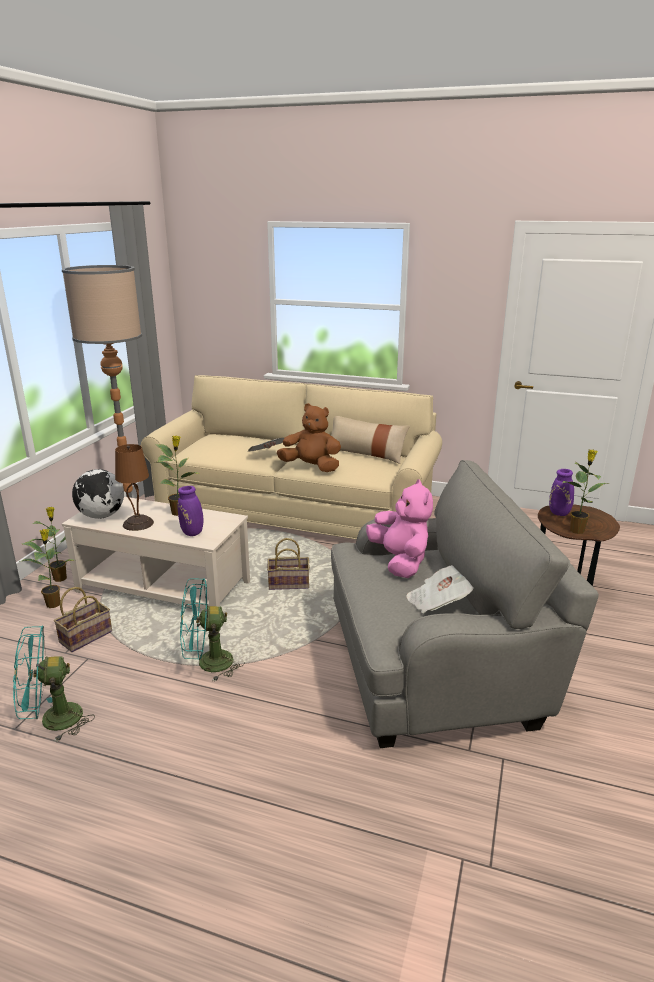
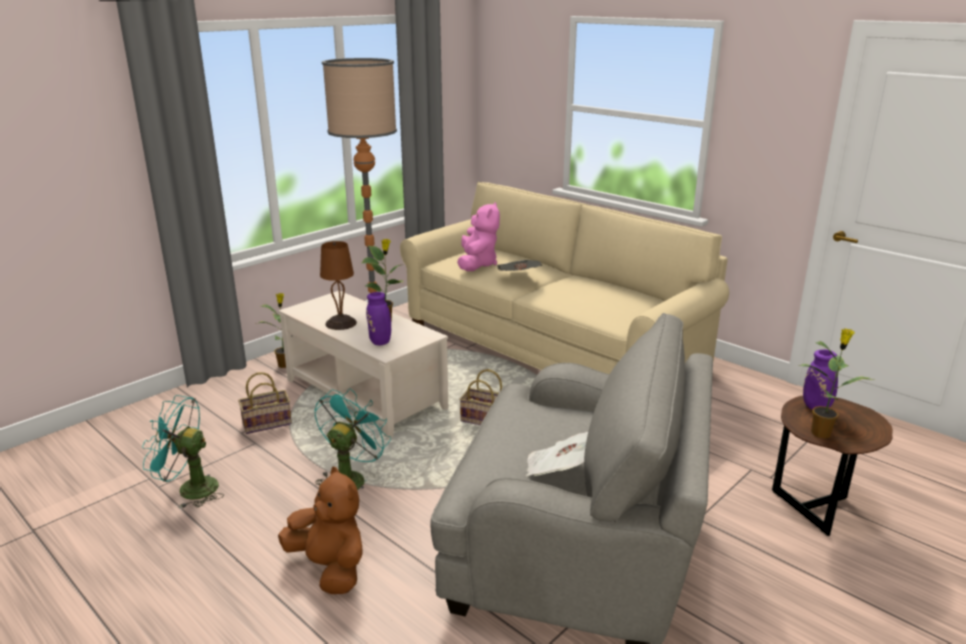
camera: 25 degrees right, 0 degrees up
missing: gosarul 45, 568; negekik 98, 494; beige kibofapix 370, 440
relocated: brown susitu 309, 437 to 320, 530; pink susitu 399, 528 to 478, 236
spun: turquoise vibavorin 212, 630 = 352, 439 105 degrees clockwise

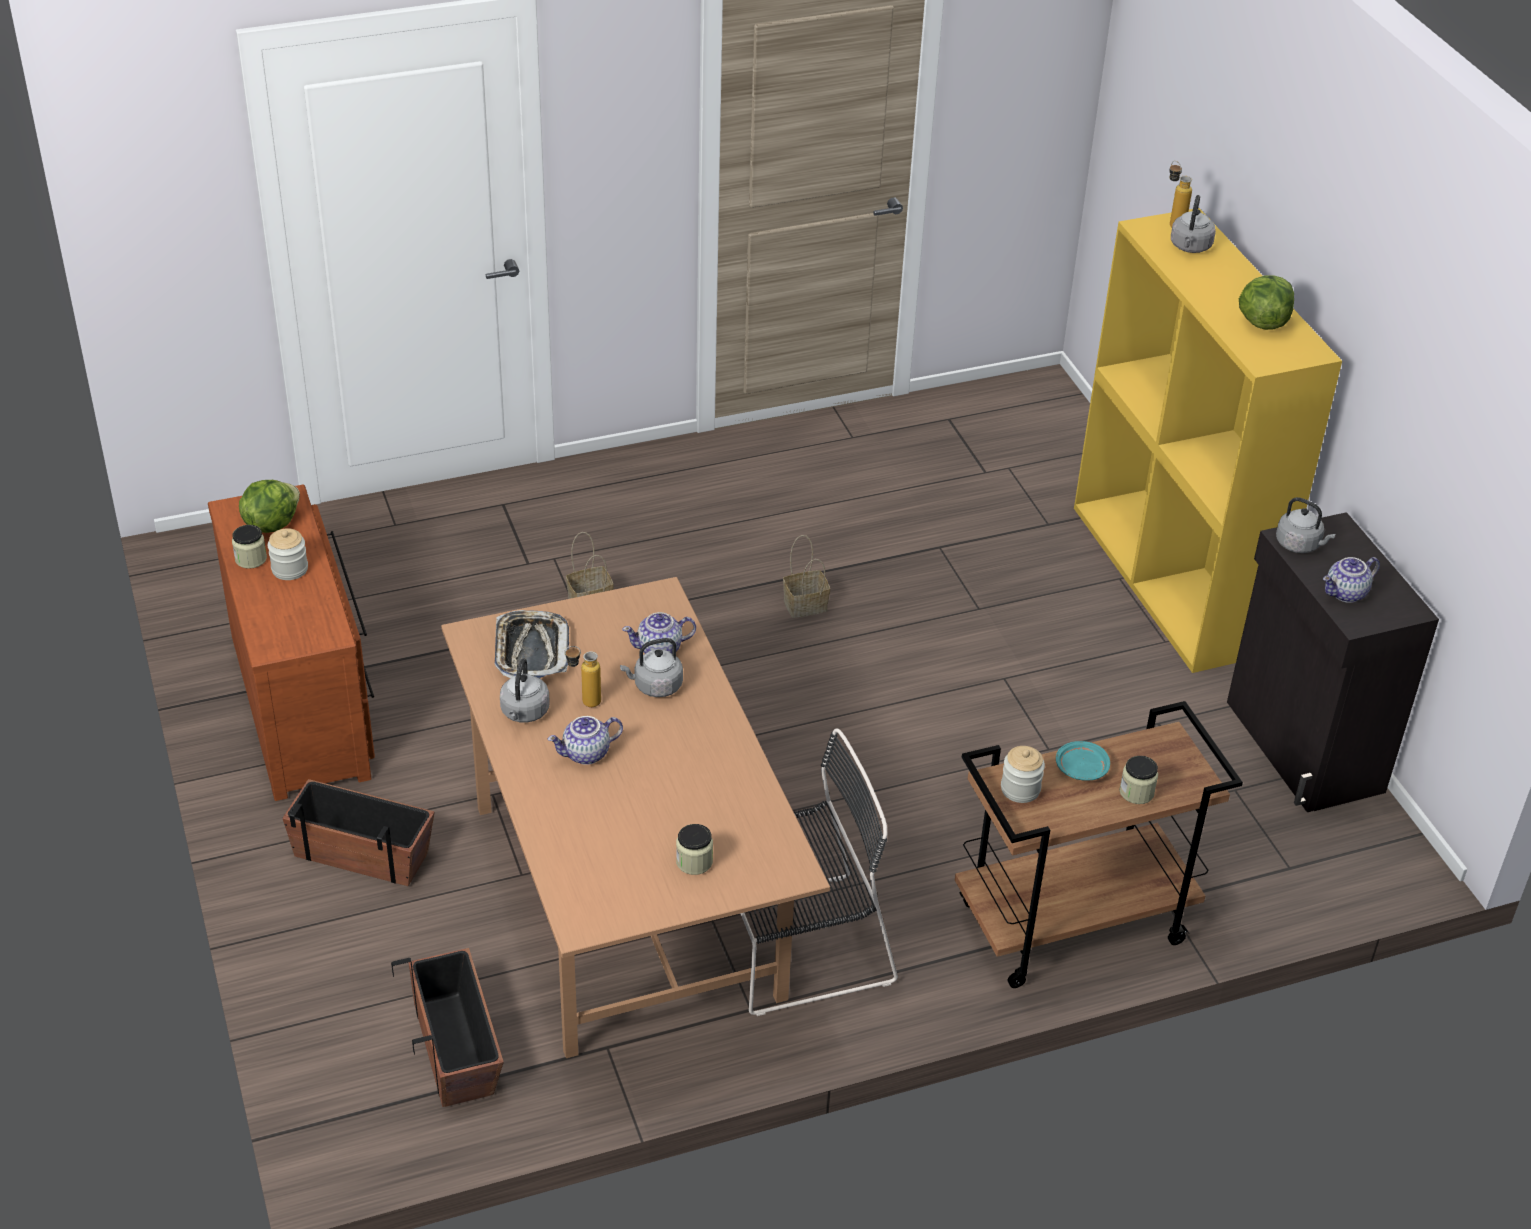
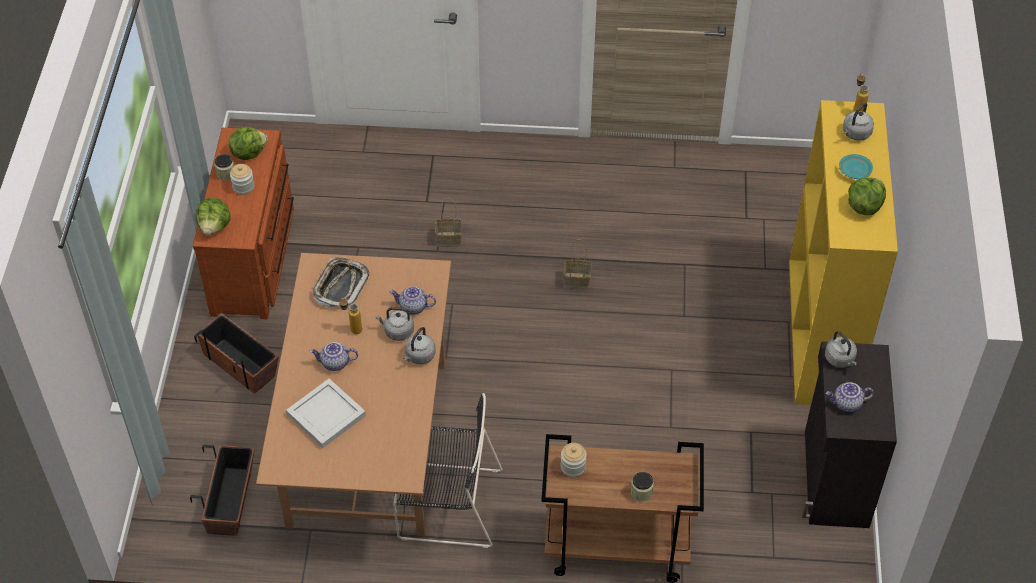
camera: 25 degrees right, 10 degrees up
missing: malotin 694, 849
appeared: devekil 213, 216; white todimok 326, 413
relocated: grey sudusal 525, 690 to 419, 345; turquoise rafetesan 1083, 761 to 856, 166

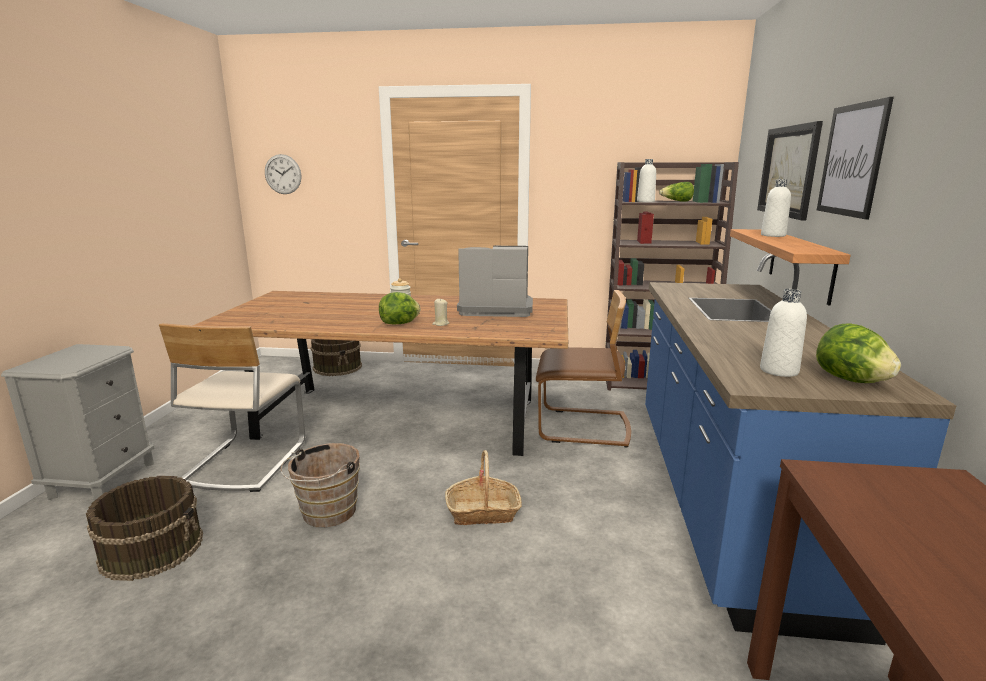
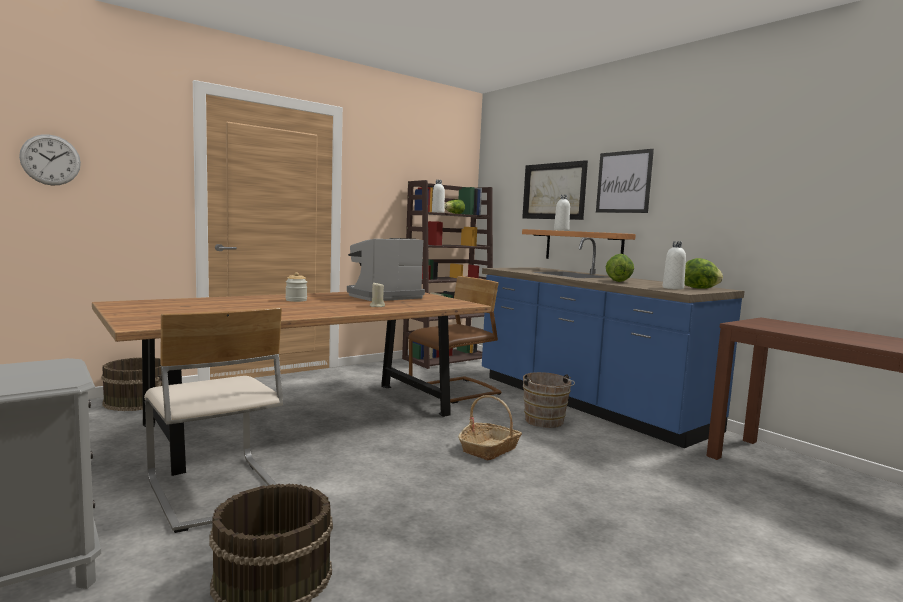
camera: 45 degrees left, 10 degrees down
relocated: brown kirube 320, 485 to 549, 400; devekil 399, 308 to 620, 268

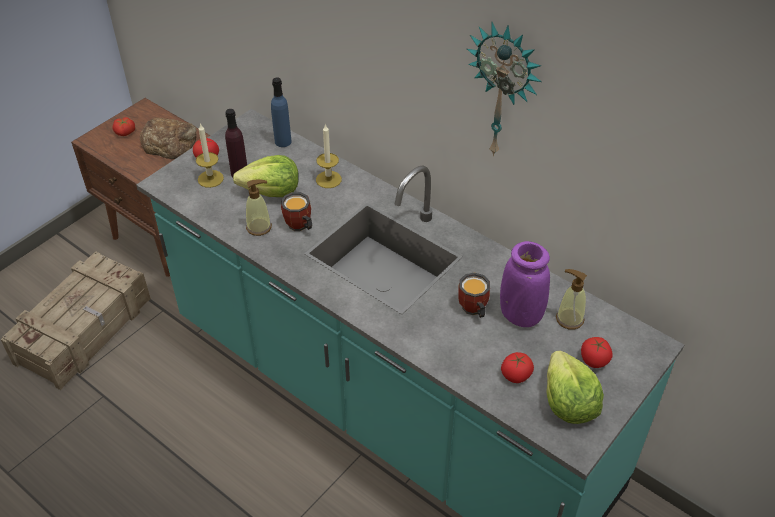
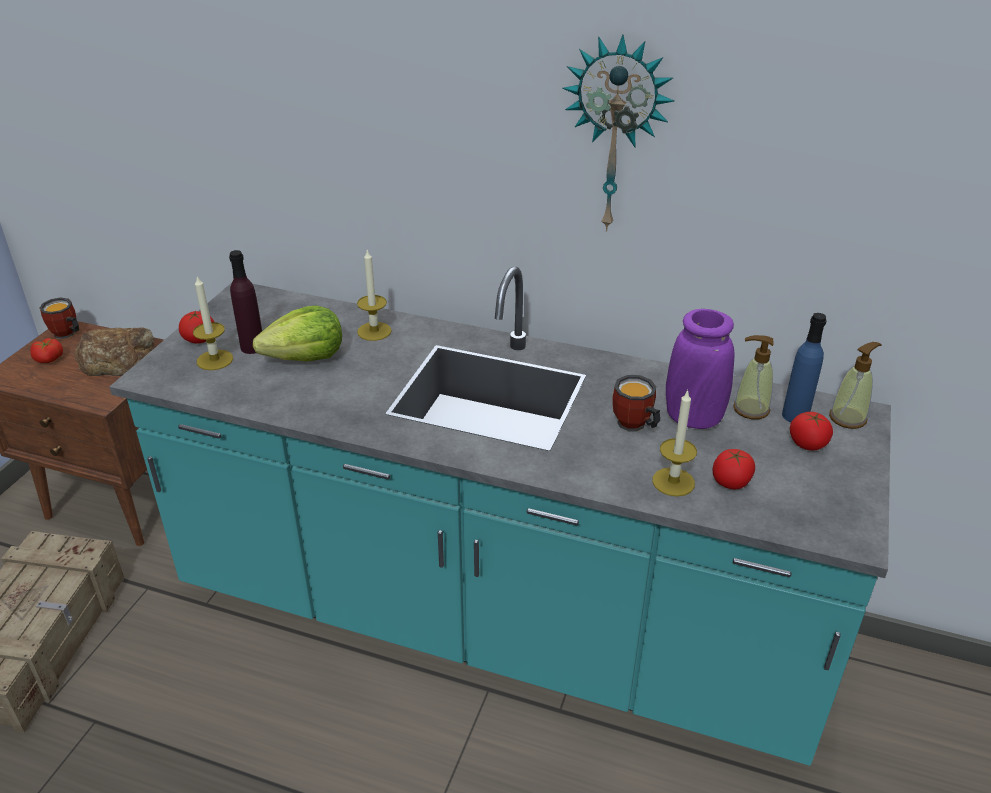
camera: 20 degrees left, 10 degrees down
missing: devekil 575, 387
appeared: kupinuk 674, 443
relocated: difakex 259, 207 to 855, 385; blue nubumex 281, 112 to 804, 367; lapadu 296, 211 to 59, 318

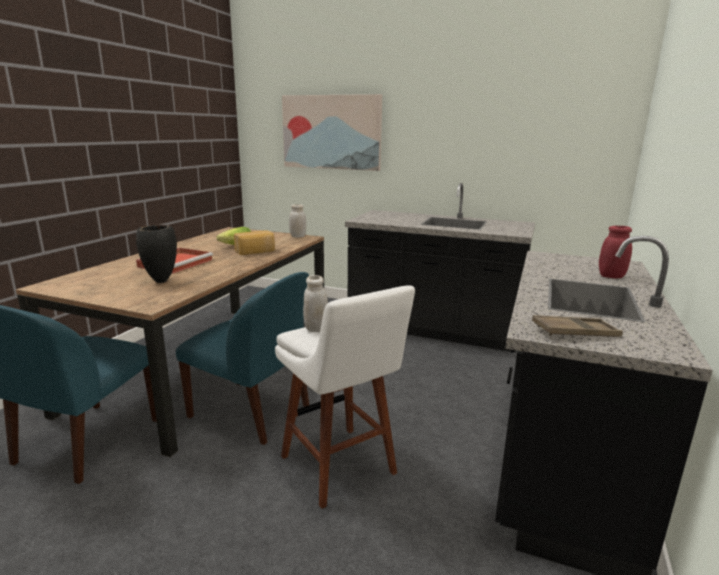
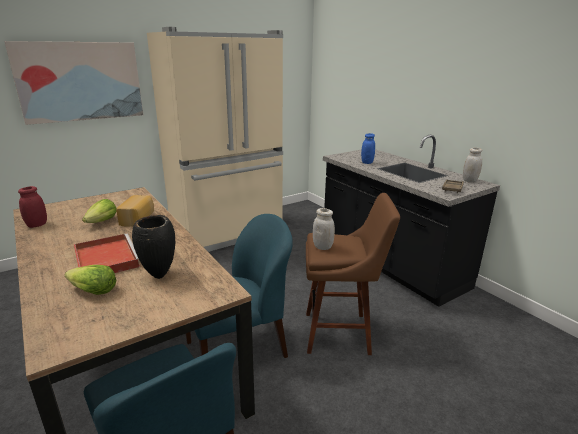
camera: 55 degrees left, 5 degrees up
appeared: devekil 91, 280; blue malotin 368, 148
relocated: white malotin 297, 221 to 472, 165; red malotin 615, 252 to 32, 207
exchanged: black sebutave 440, 267 to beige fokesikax 215, 139
colour: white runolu 345, 397 to brown runolu 353, 274

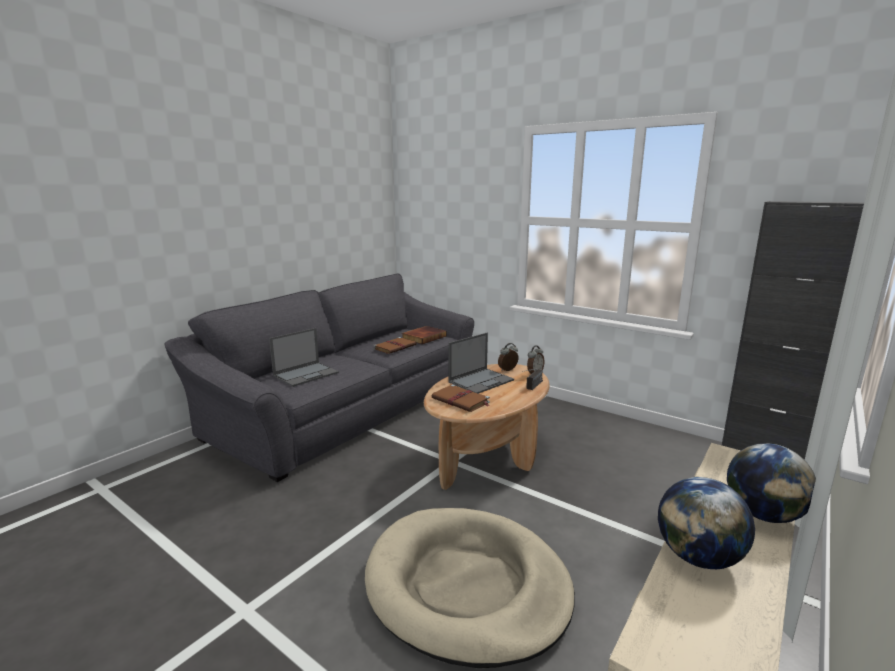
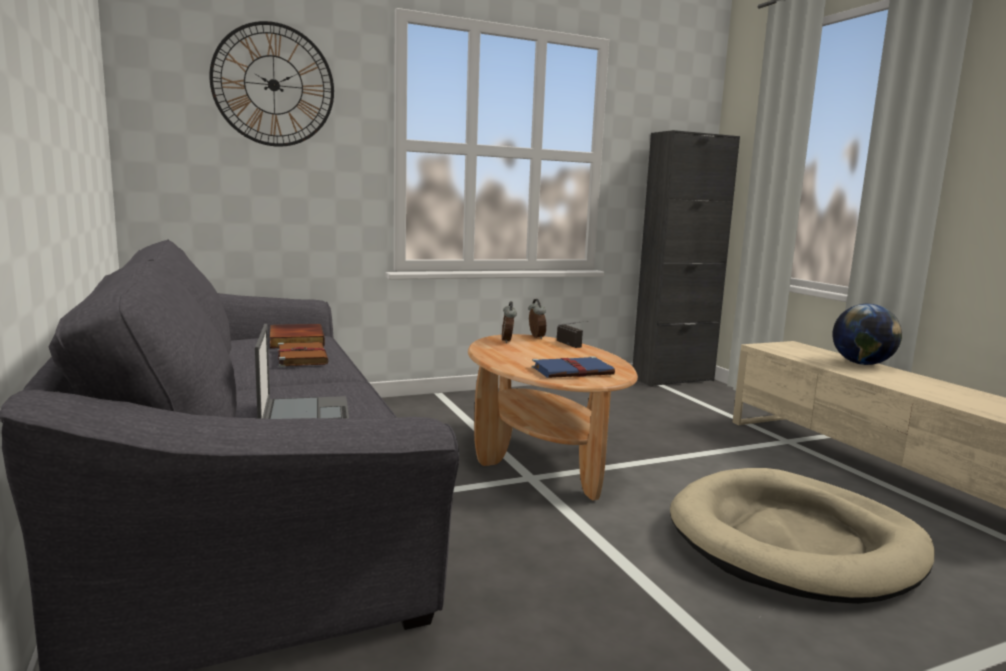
camera: 60 degrees left, 5 degrees down
missing: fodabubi 481, 363; negekik 706, 523
appeared: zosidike 271, 84
colour: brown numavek 461, 398 to blue numavek 573, 367

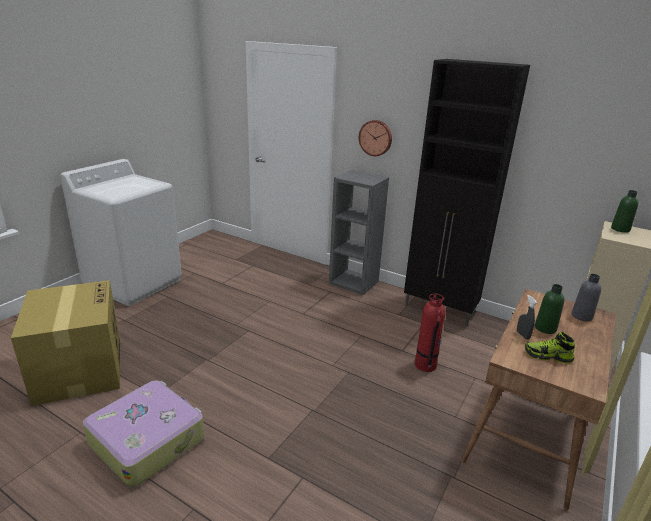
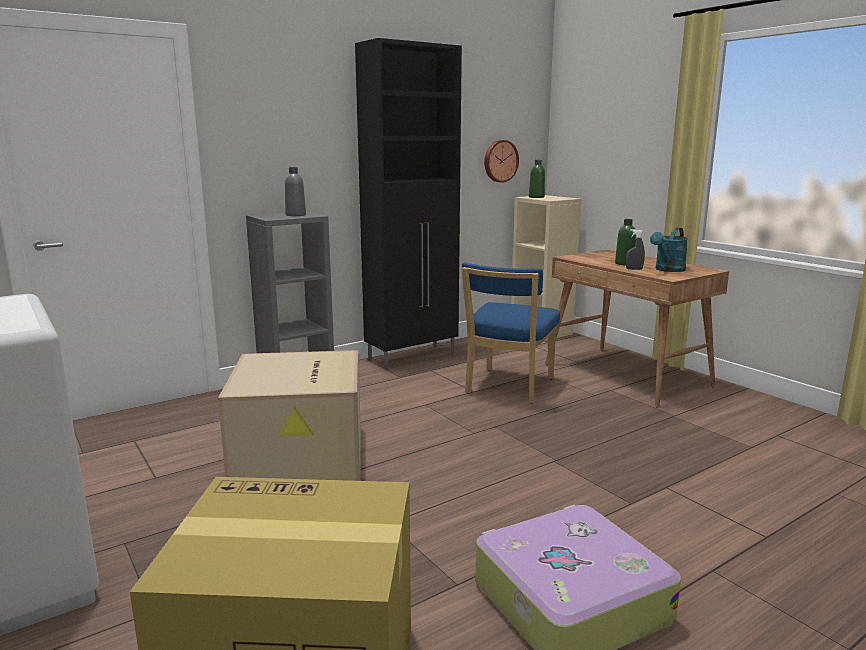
camera: 65 degrees left, 10 degrees down
appeared: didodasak 289, 415
relocated: zosidike 375, 138 to 501, 161; grey nubumex 586, 297 to 295, 191
exchanged: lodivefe 430, 332 to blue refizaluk 510, 333; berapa 550, 348 to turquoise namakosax 669, 249

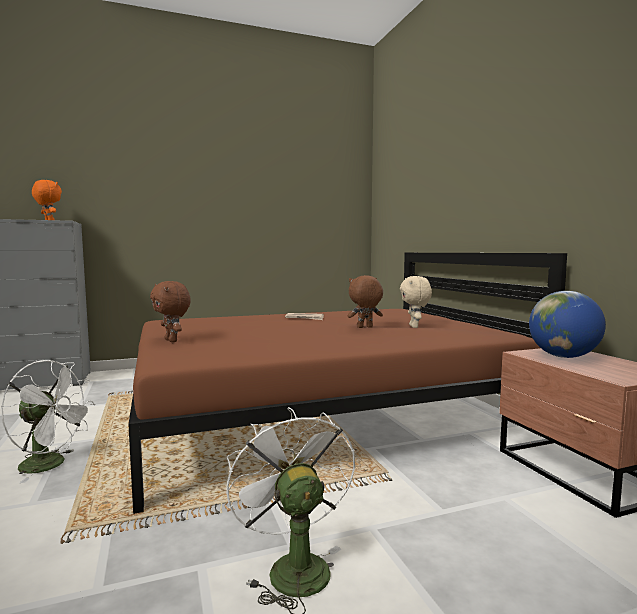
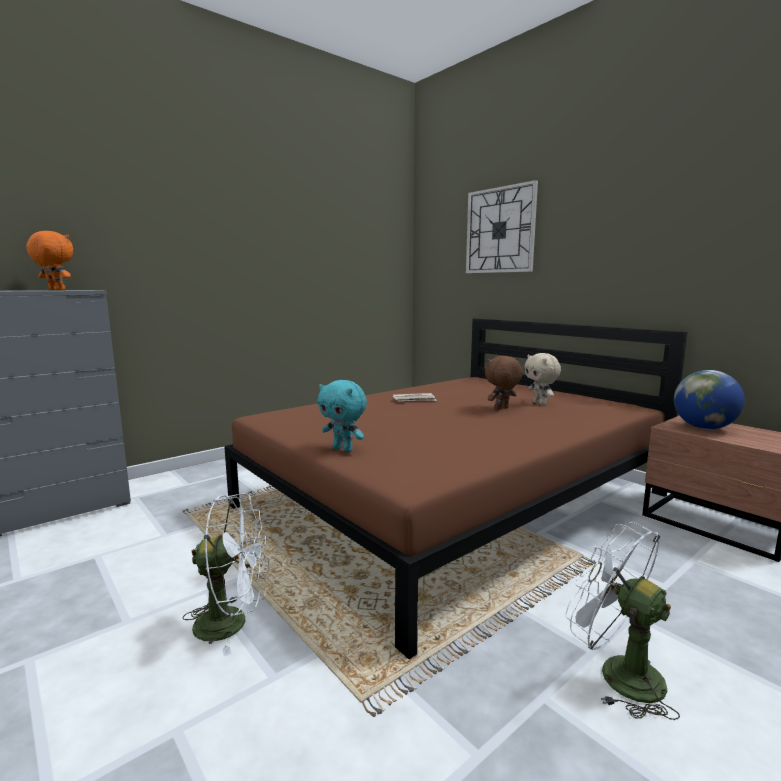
camera: 20 degrees left, 5 degrees up
appeared: zosidike 502, 226
colour: brown susitu 170, 311 to turquoise susitu 342, 416

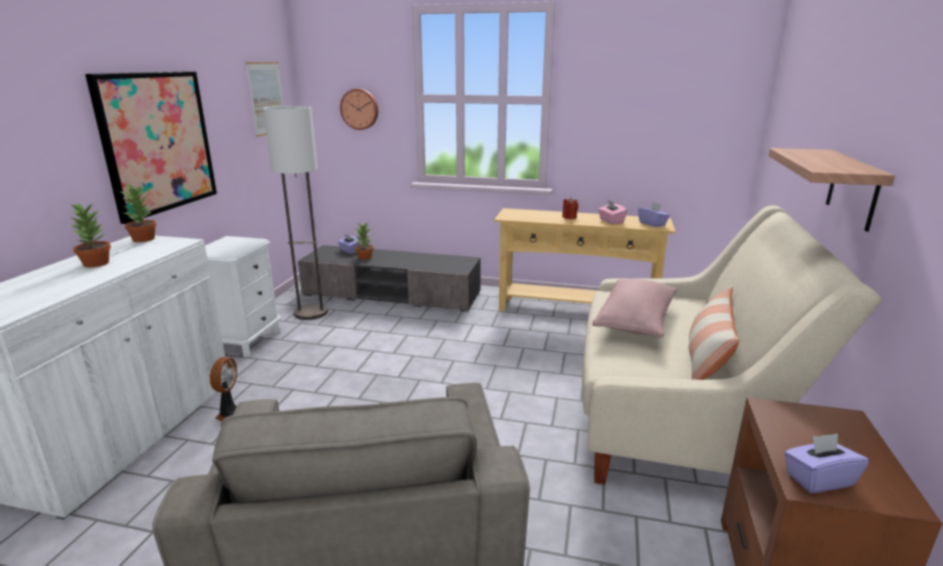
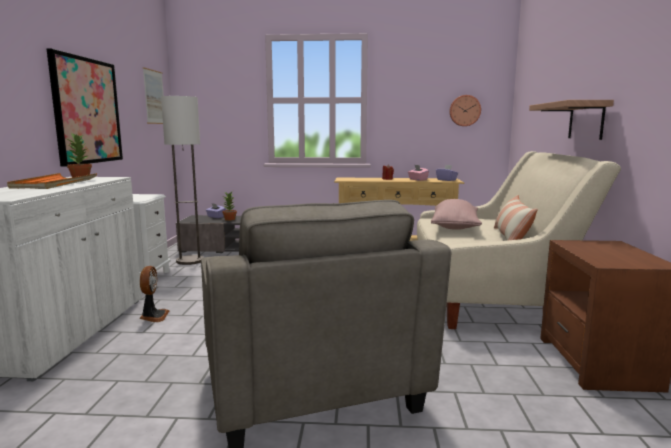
camera: 10 degrees left, 10 degrees down
missing: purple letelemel 826, 463
relocated: zosidike 359, 109 to 465, 110
exchanged: gosarul 90, 235 to orange todimok 52, 181

